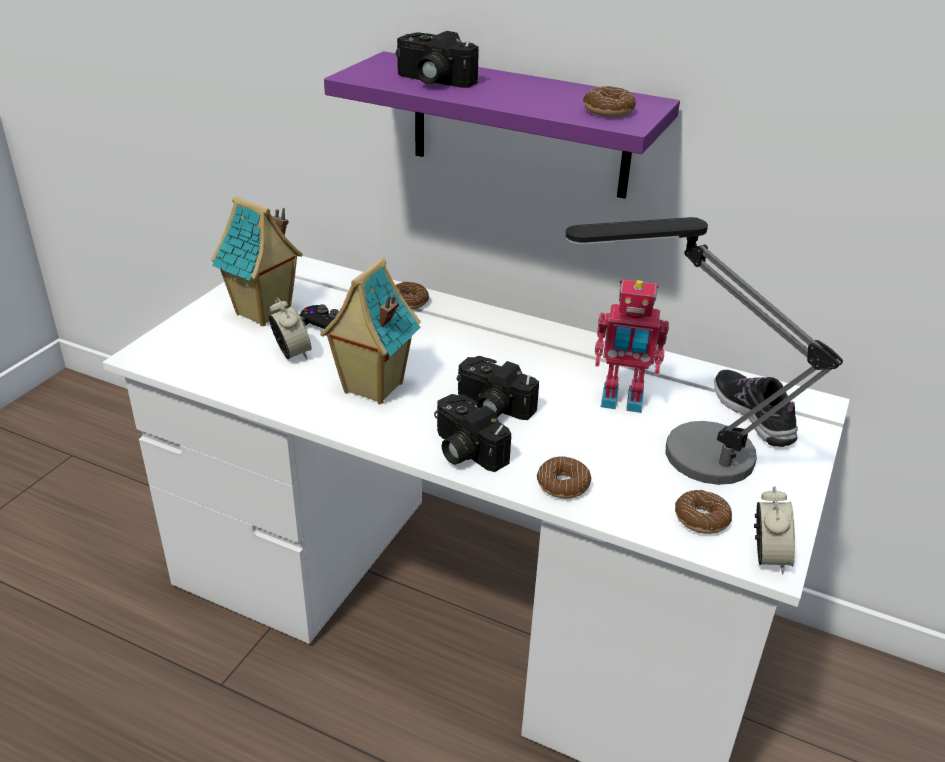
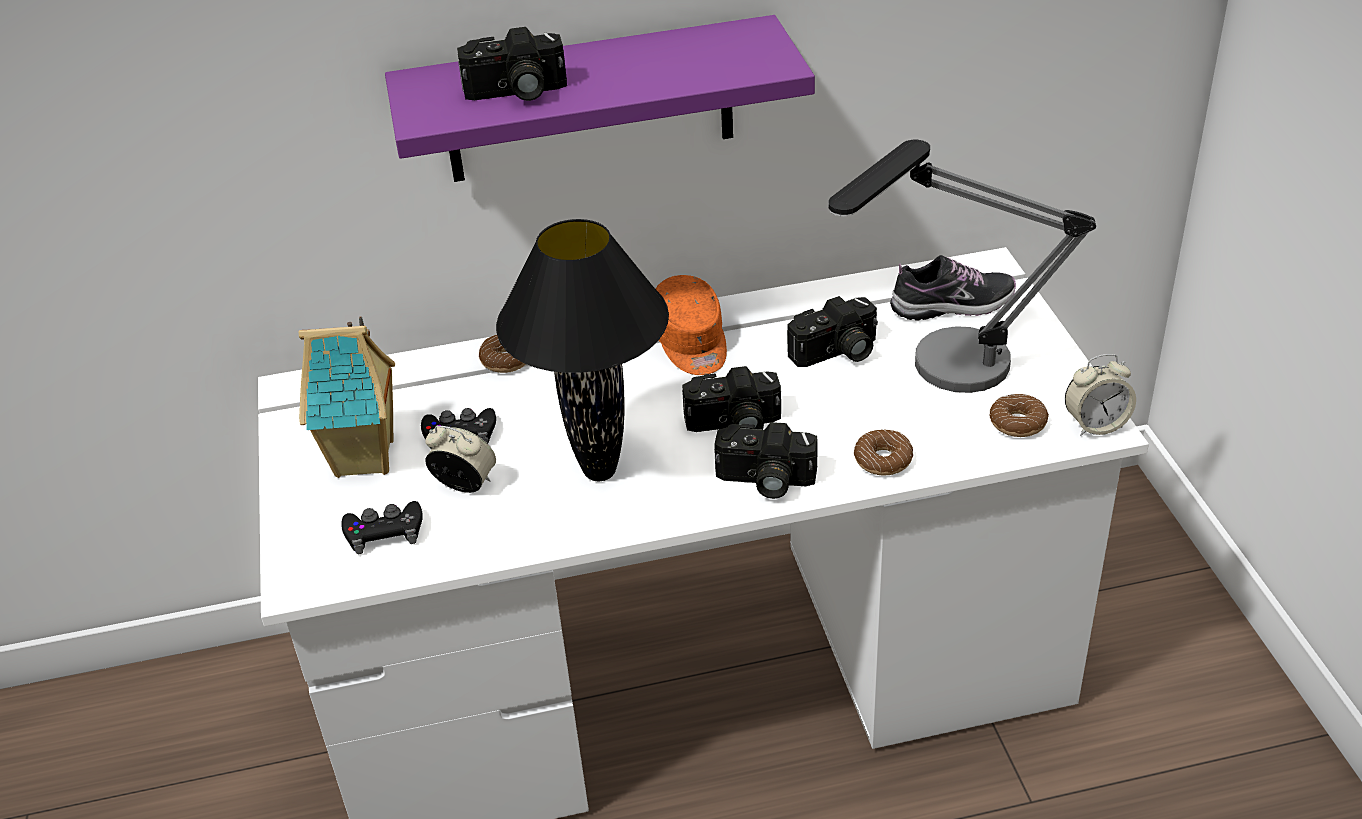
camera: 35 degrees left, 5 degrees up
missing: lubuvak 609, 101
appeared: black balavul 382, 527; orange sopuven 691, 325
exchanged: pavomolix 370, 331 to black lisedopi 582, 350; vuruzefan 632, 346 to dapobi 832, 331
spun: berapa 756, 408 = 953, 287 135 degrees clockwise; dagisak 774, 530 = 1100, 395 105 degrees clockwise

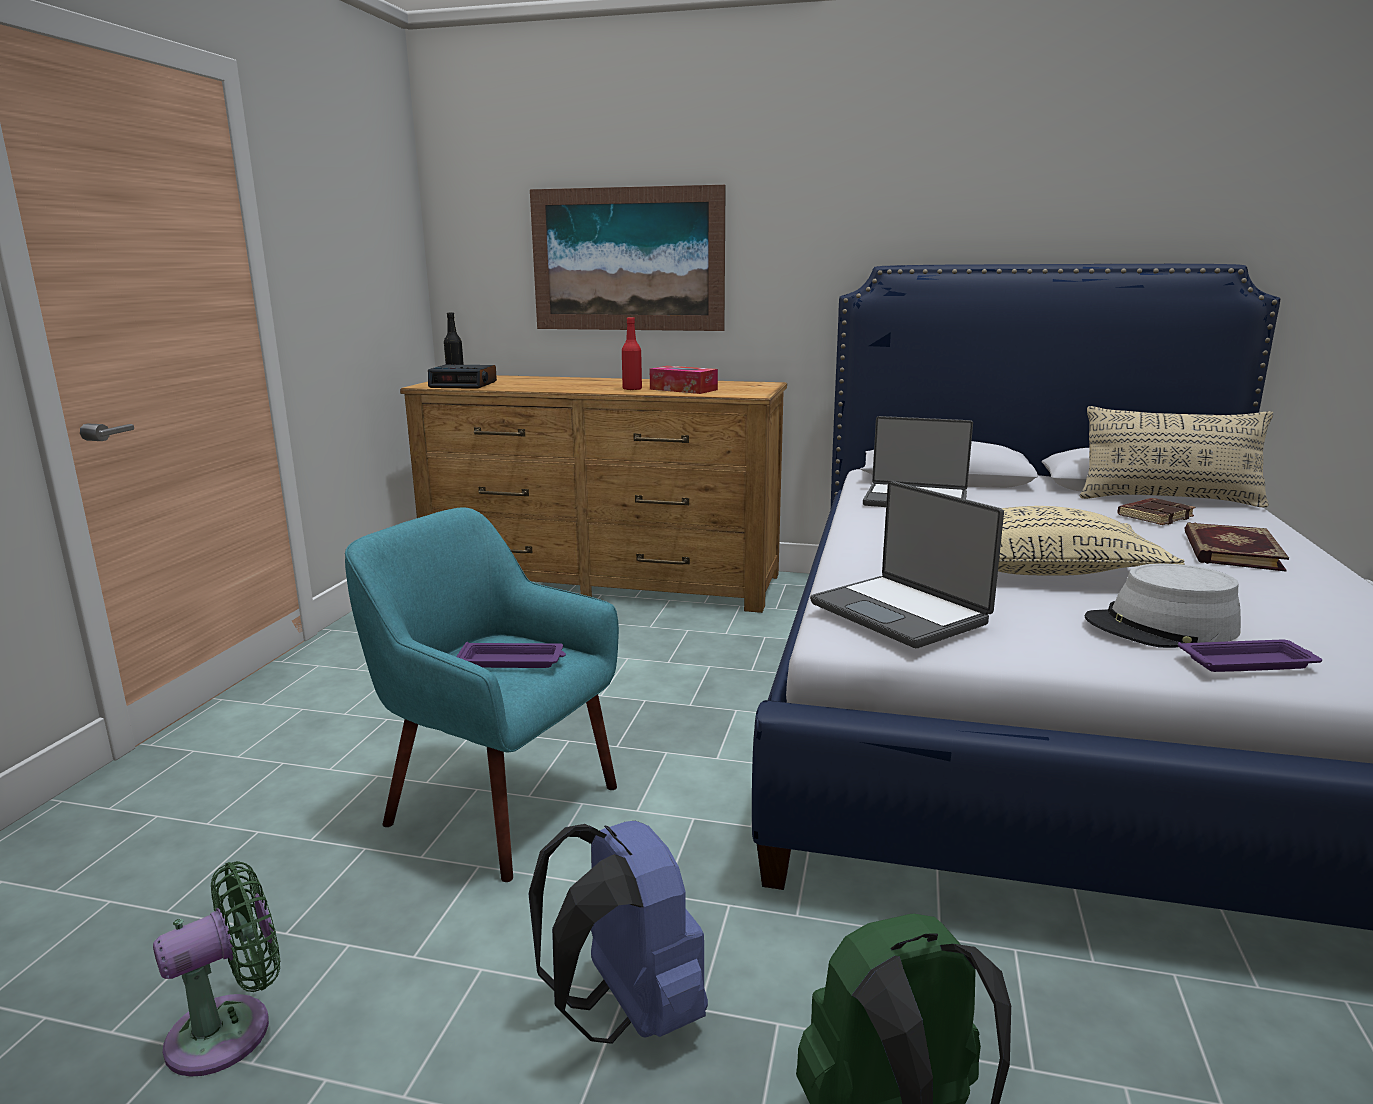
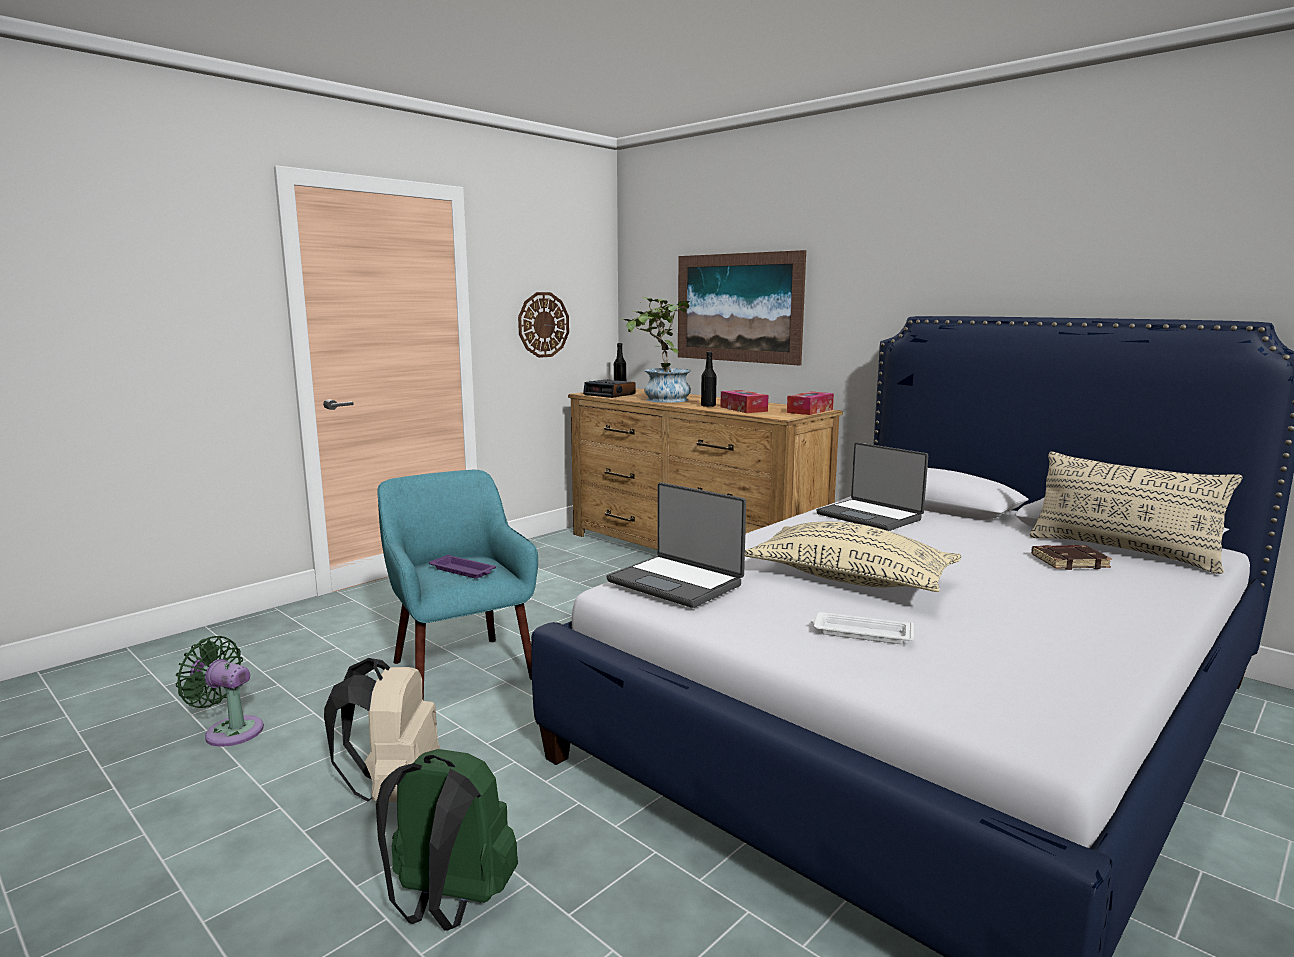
camera: 30 degrees right, 5 degrees down
missing: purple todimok 1250, 655; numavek 1236, 546
appeared: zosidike 543, 325; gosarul 655, 350; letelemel 810, 403
exchanged: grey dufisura 1163, 606 to white todimok 862, 628
colour: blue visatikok 618, 932 to beige visatikok 382, 730; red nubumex 632, 353 to black nubumex 709, 379
spun: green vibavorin 216, 969 = 220, 691 150 degrees counterclockwise; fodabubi 907, 564 = 676, 545 45 degrees counterclockwise

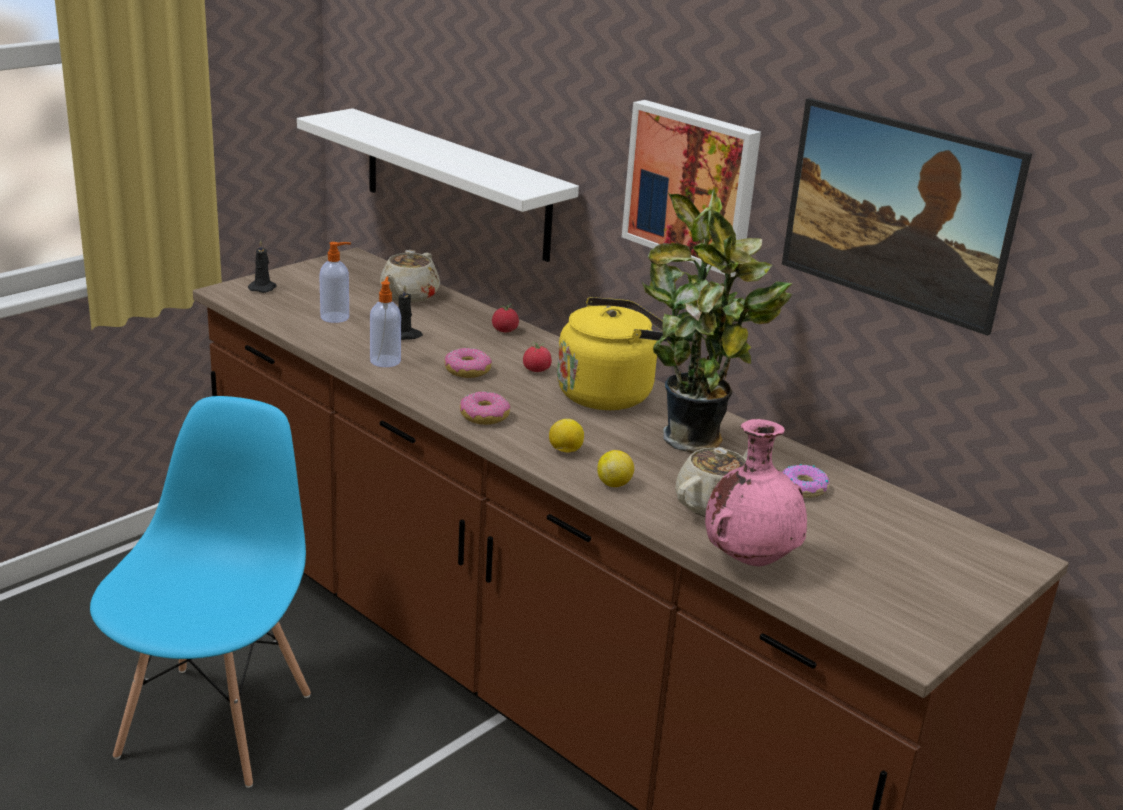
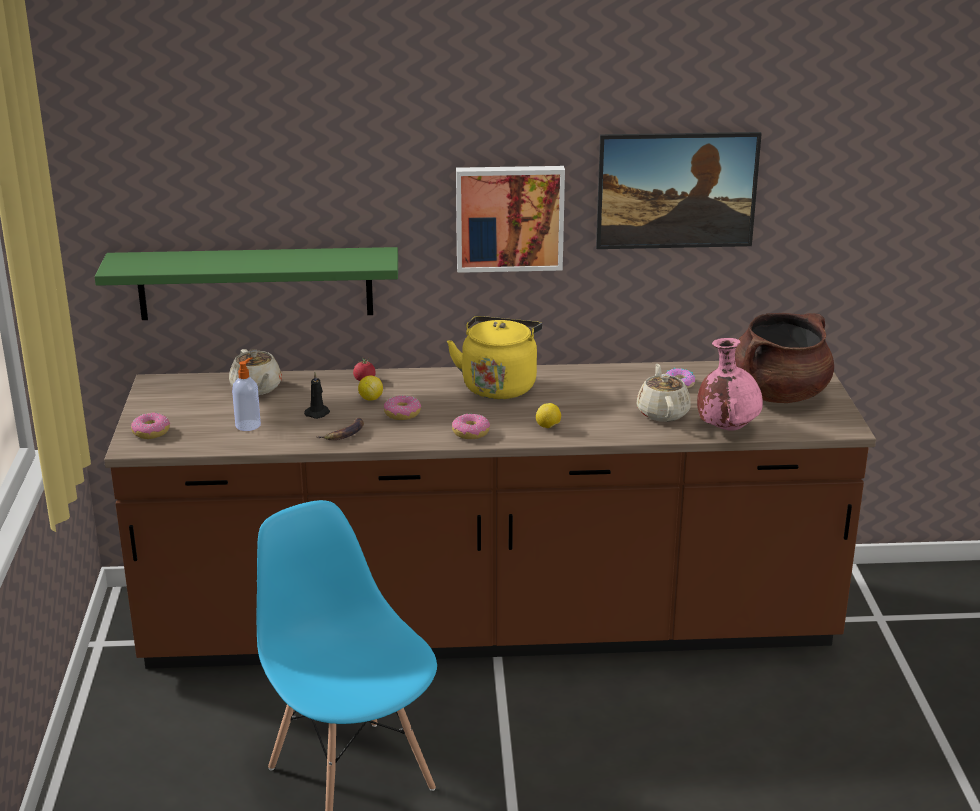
camera: 45 degrees left, 0 degrees up
missing: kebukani 537, 357; gosarul 717, 320
appeared: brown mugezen 784, 358
relocated: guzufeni 616, 468 to 370, 387
exchanged: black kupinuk 262, 266 to lubuvak 150, 425; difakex 385, 321 to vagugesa 340, 429
colour: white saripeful 438, 185 to green saripeful 246, 283

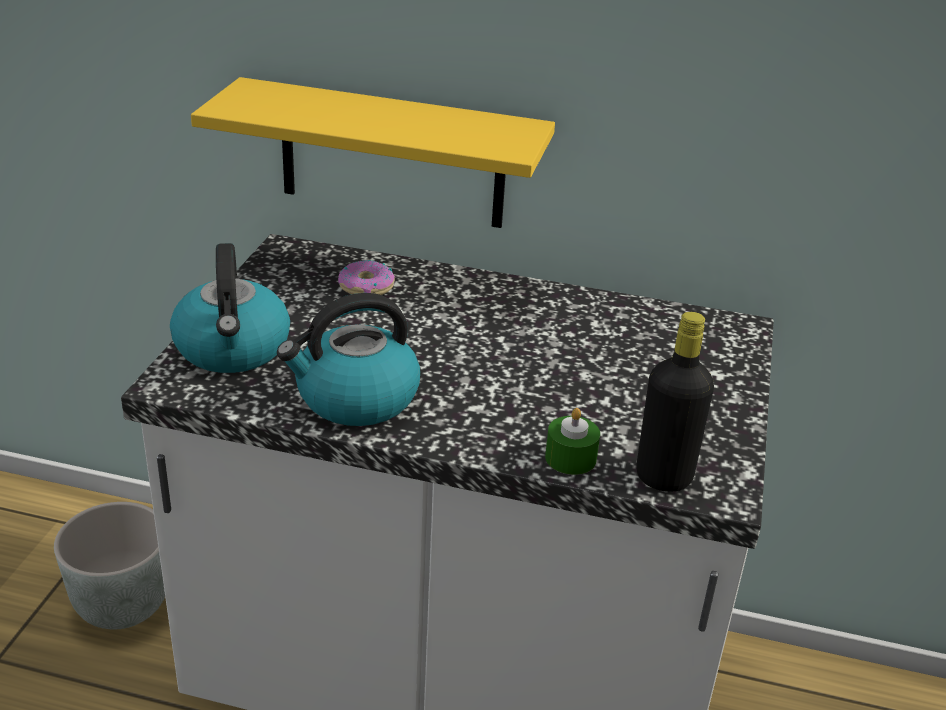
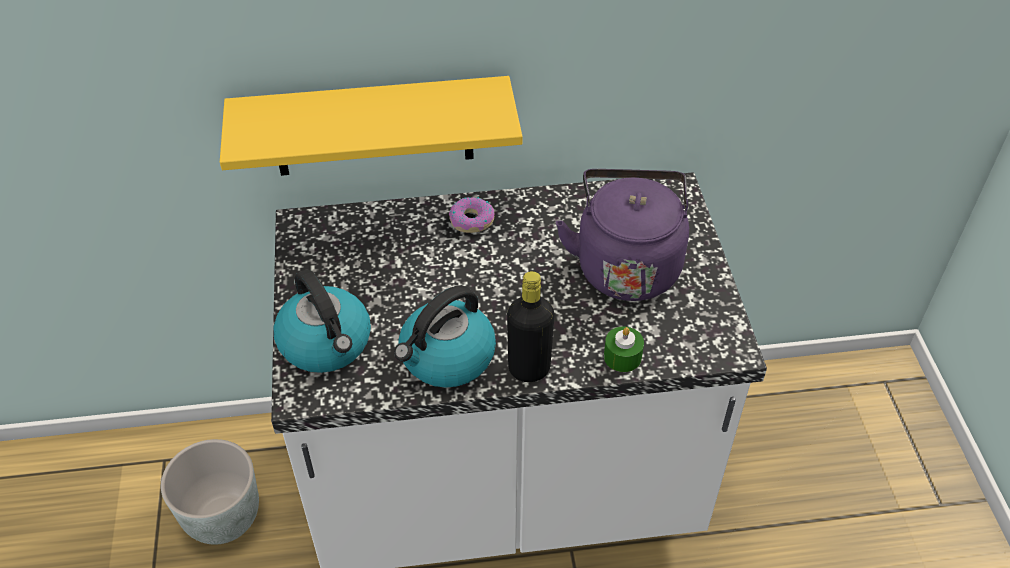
camera: 20 degrees left, 15 degrees up
appeared: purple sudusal 622, 235
relocated: lubuvak 366, 277 to 471, 215; black nubumex 675, 402 to 530, 326

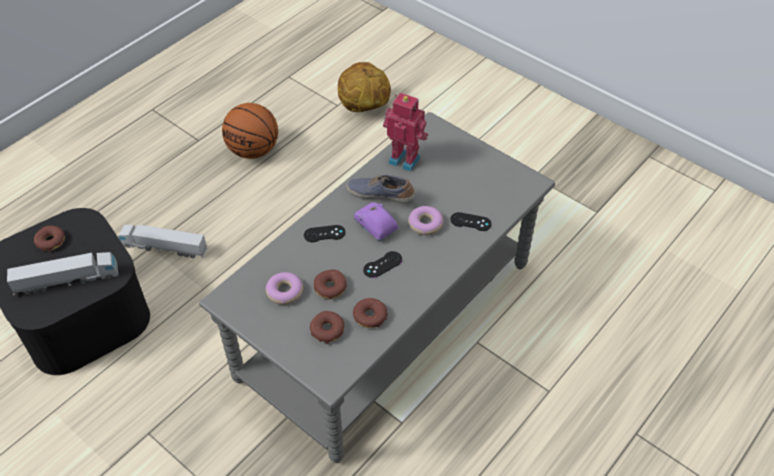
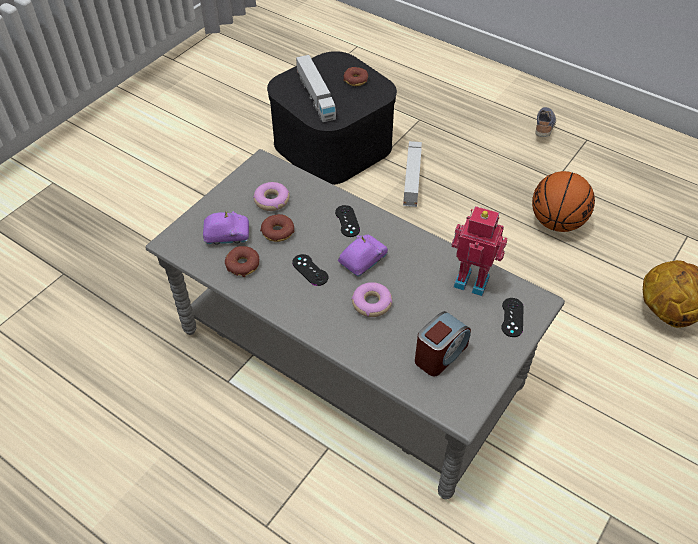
camera: 85 degrees right, 0 degrees up
appeared: dagisak 443, 343
relocated: berapa 380, 189 to 545, 122; black balavul 471, 221 to 512, 317
exchanged: lubuvak 327, 327 to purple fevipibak 226, 228
spun: vuruzefan 405, 132 = 479, 251 90 degrees counterclockwise

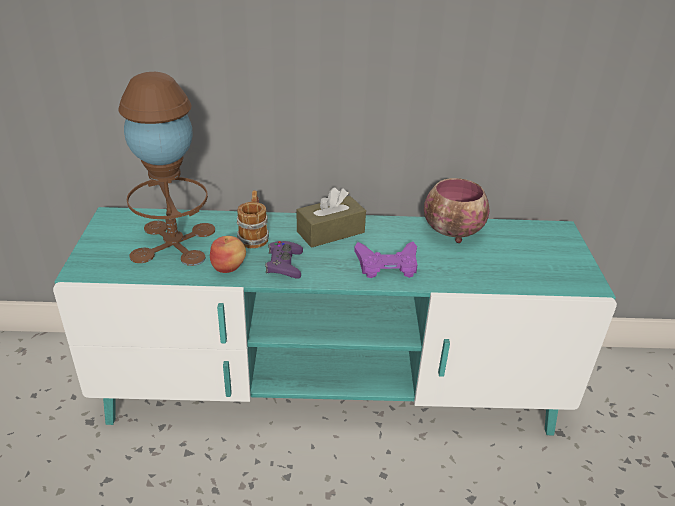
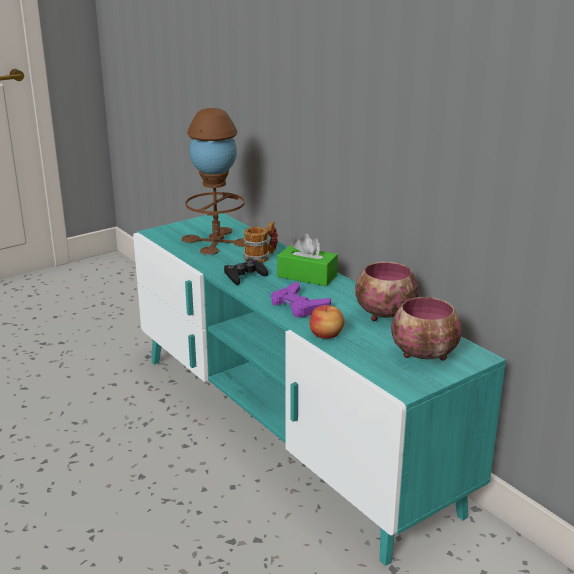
camera: 55 degrees right, 10 degrees down
appeared: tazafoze 426, 328
relocated: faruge 228, 254 to 326, 322
colour: purple balavul 284, 260 to black balavul 246, 272; brown letelemel 331, 217 to green letelemel 307, 260

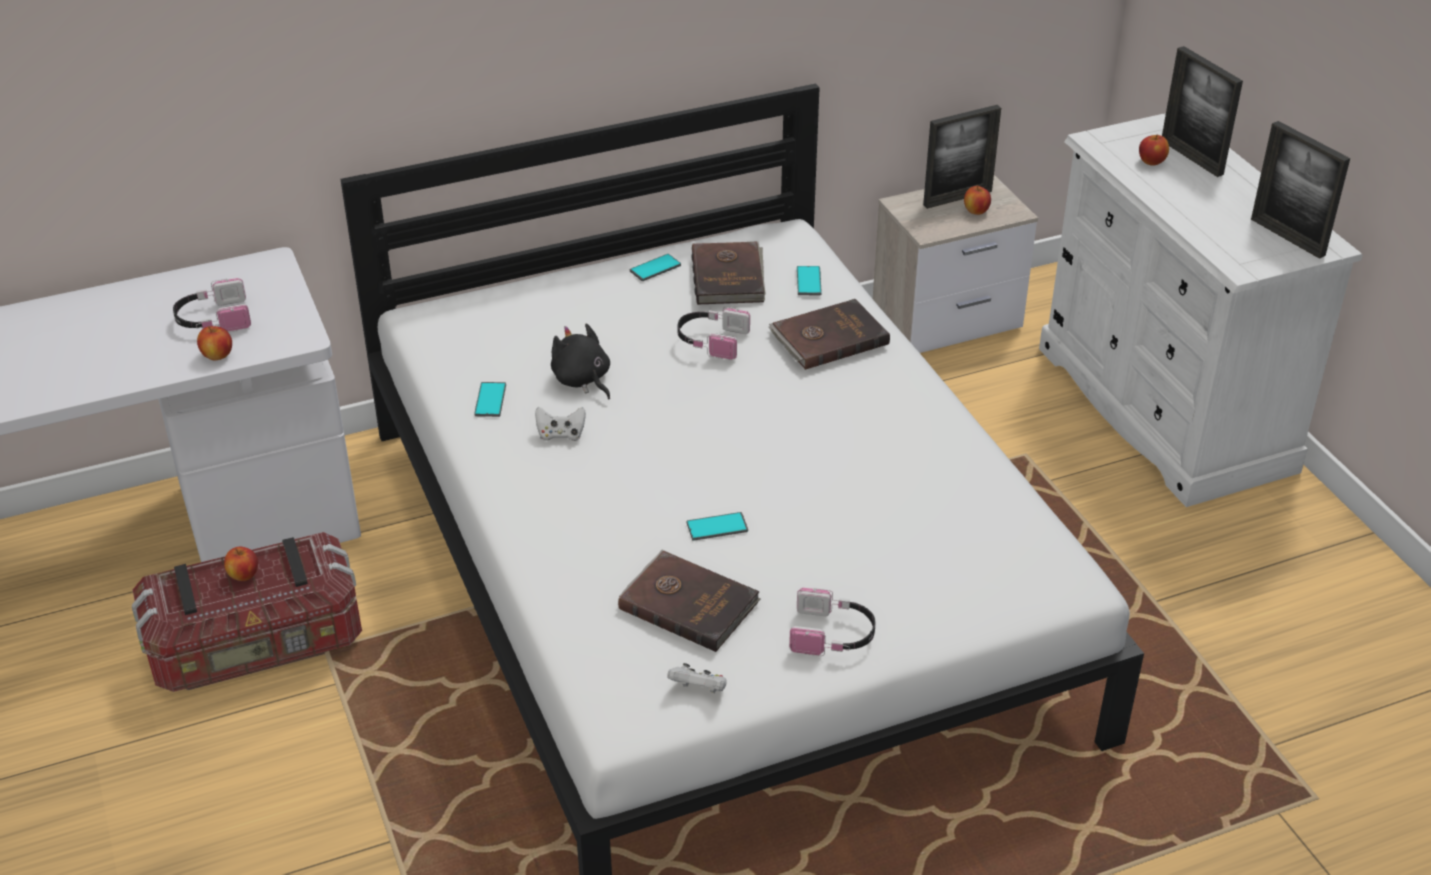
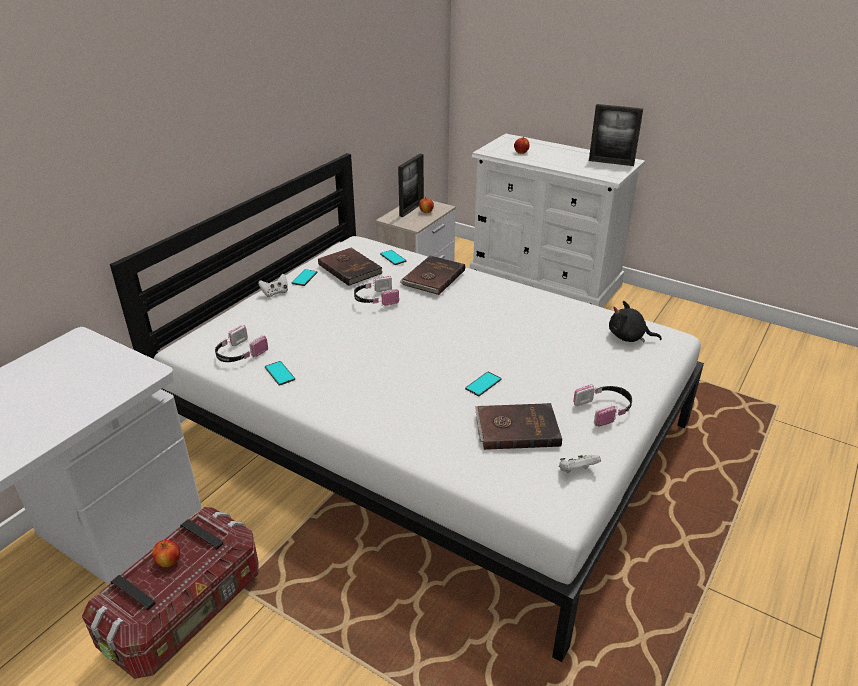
camera: 35 degrees left, 5 degrees down
missing: faruge 214, 343; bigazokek 1202, 111
relocated: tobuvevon 212, 305 to 241, 343; white balavul 560, 424 to 273, 285; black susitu 580, 361 to 635, 321

